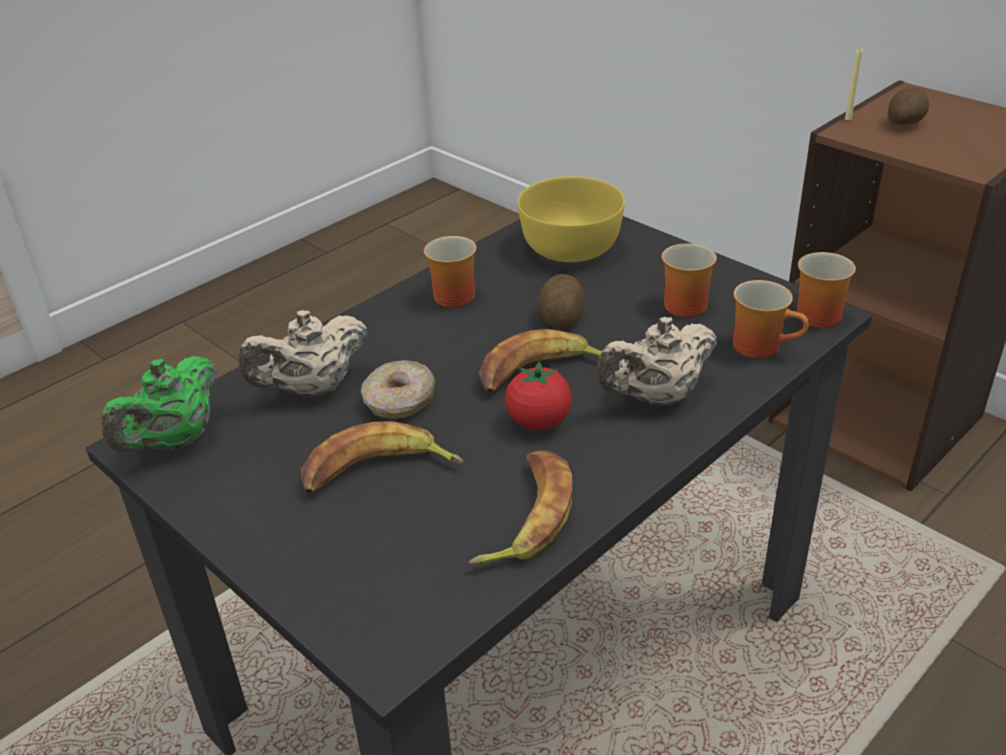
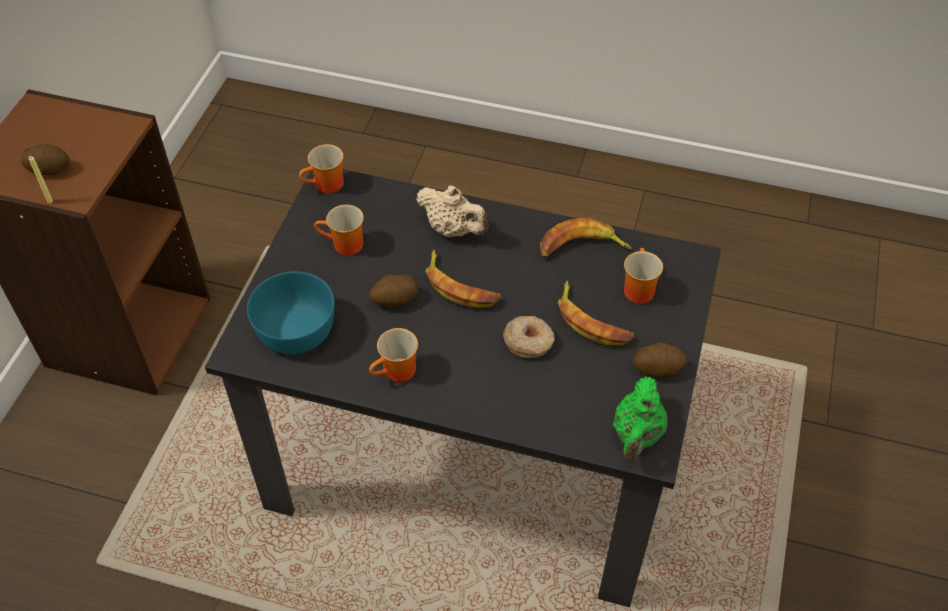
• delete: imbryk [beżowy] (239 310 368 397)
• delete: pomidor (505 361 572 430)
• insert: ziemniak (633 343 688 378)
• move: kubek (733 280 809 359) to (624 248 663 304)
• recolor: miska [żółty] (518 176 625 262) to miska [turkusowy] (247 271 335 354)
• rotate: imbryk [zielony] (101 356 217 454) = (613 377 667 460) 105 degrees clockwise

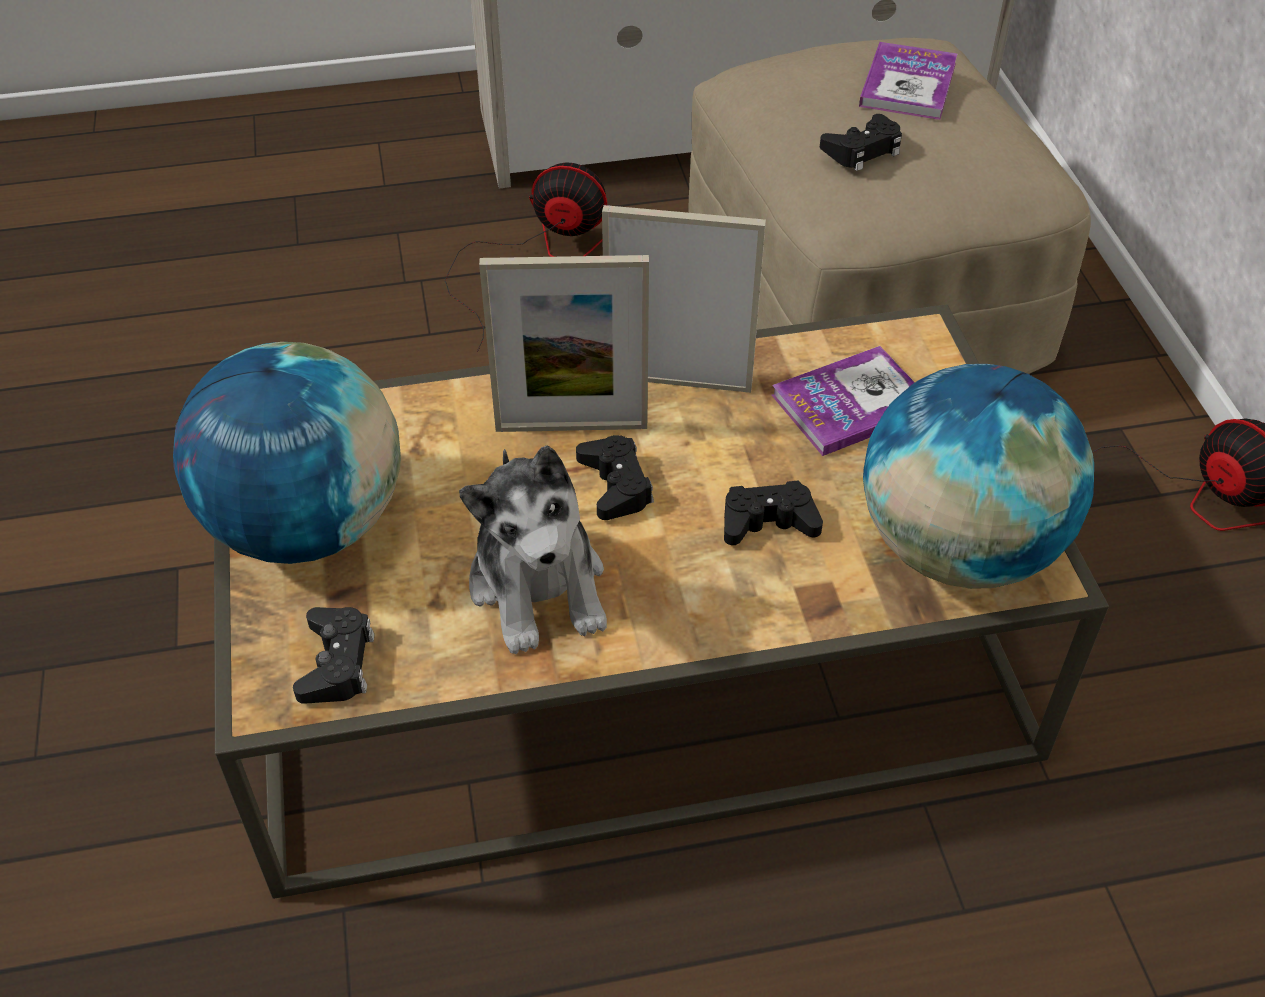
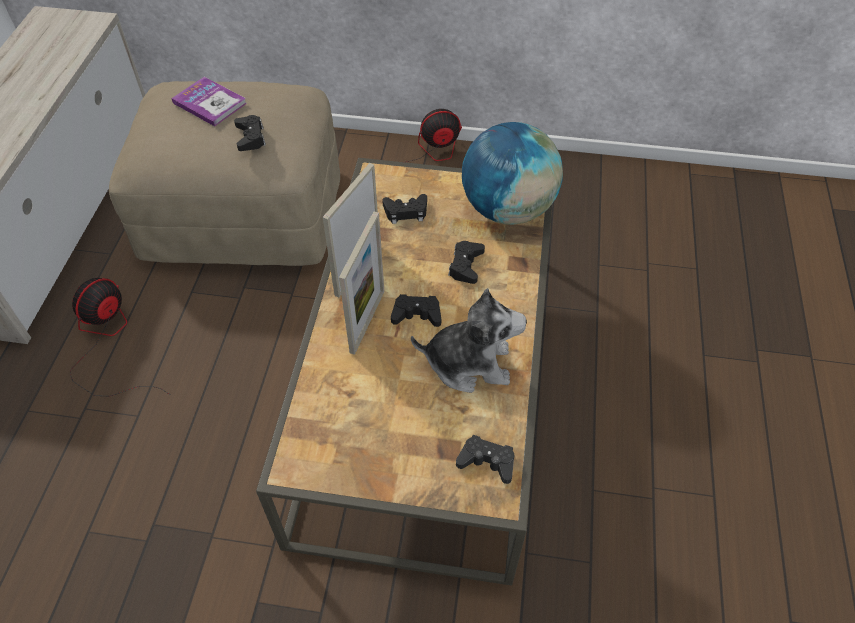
• delete: globus (173 342 401 564)
• replace: książka (772 346 915 456) to pad do gier [czarny] (382 194 427 224)

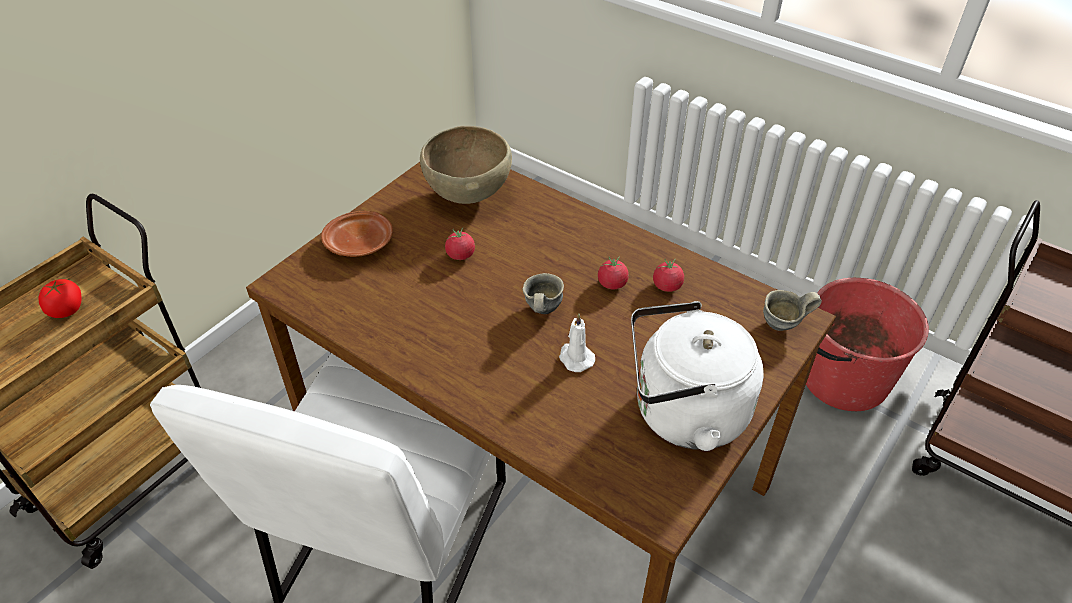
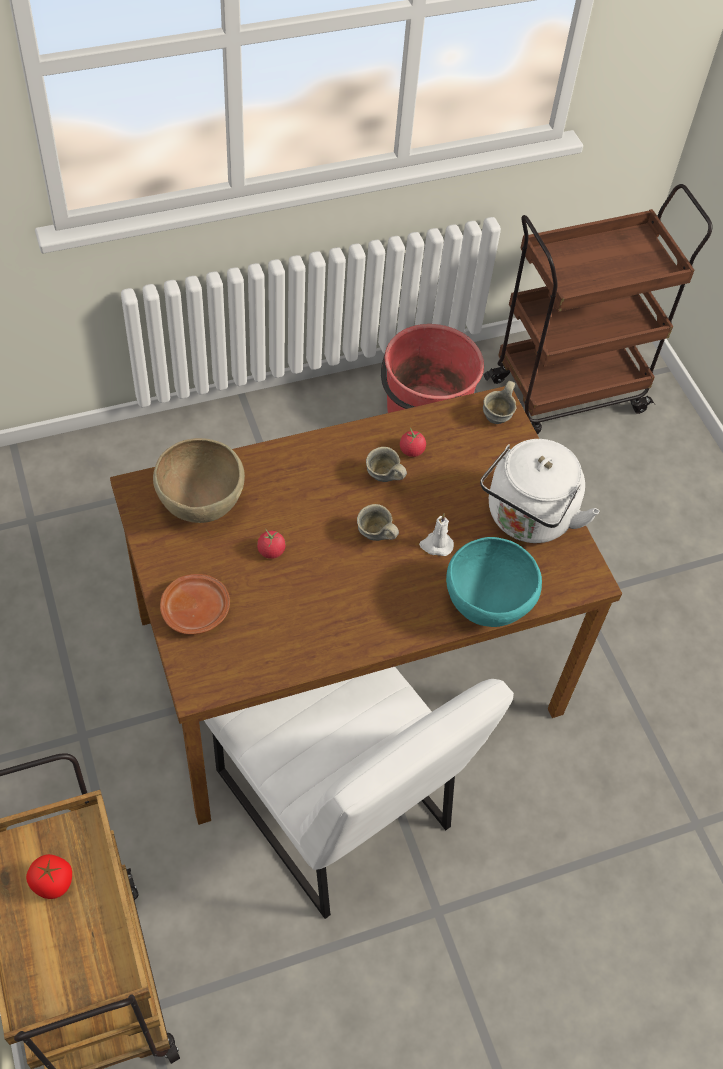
• insert: miska [turkusowy] (446 537 542 627)
• replace: pomidor (598 256 629 289) to kubek [szary] (366 447 407 482)

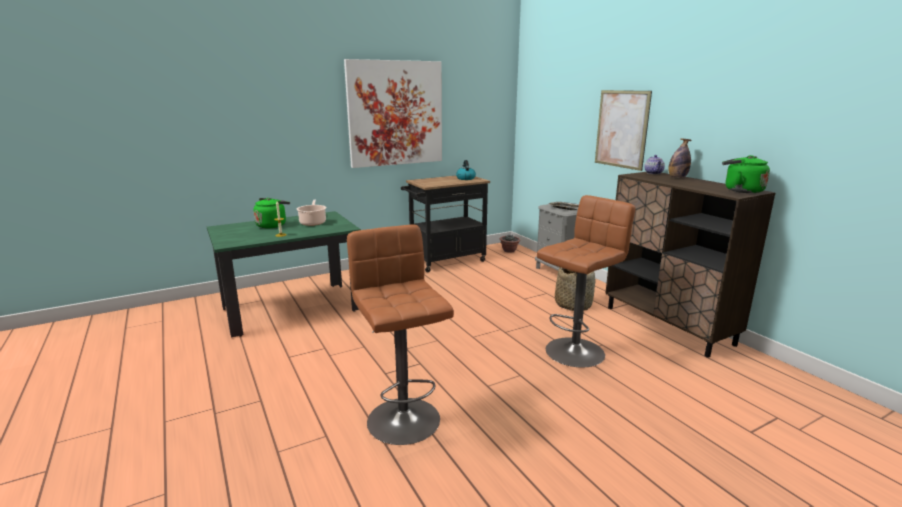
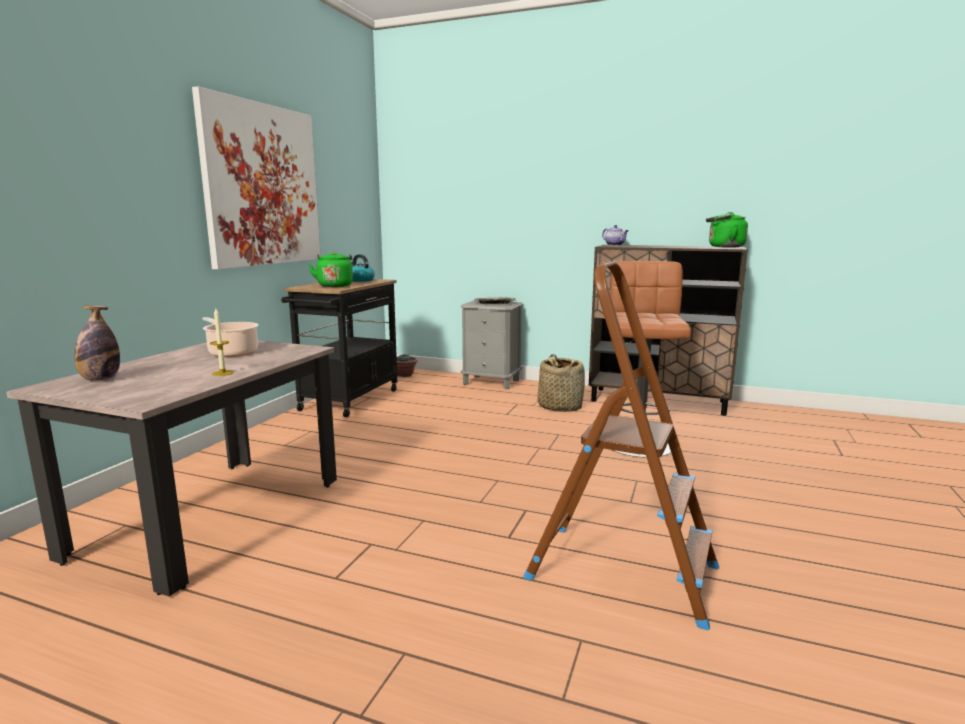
• delete: obraz (595 90 652 171)
• move: czajnik [zielony] (253 198 290 228) to (308 252 353 287)
• move: butelka (668 138 692 178) to (75 306 120 381)
• replace: stołek [brązowy] (347 224 454 445) to drabinka [brązowy] (523 261 719 630)
• recolor: stół jadalny [zielony] (207 211 361 337) to stół jadalny [beżowy] (6 340 337 597)

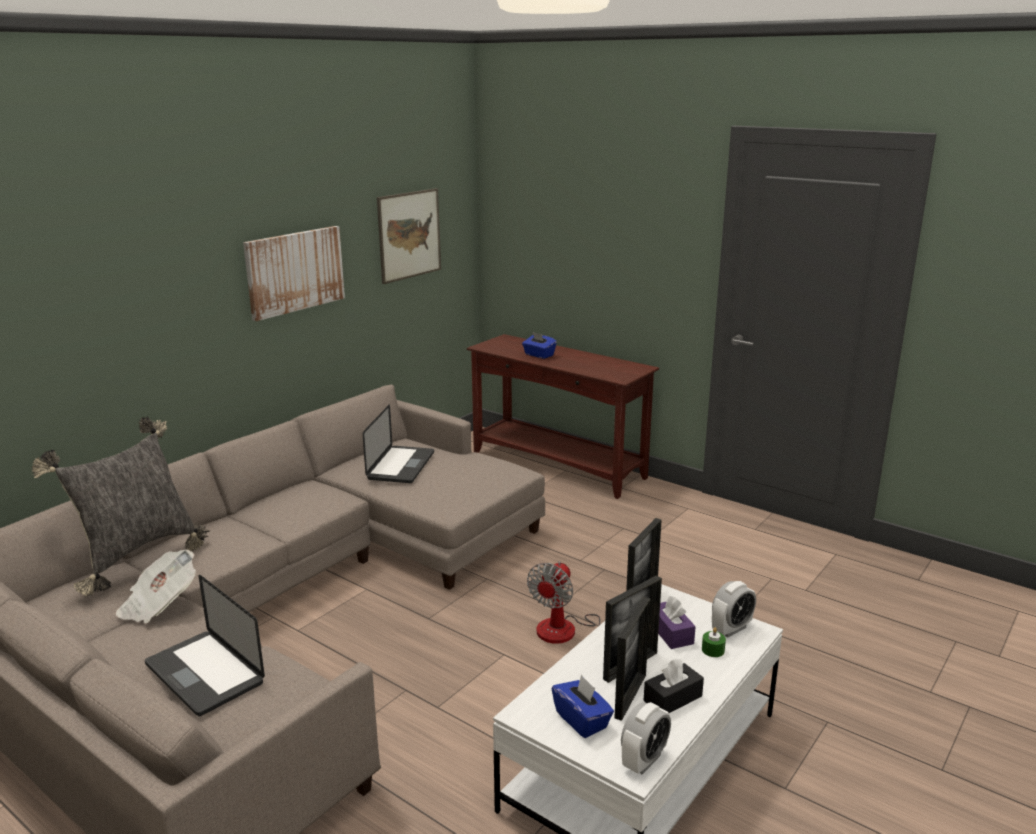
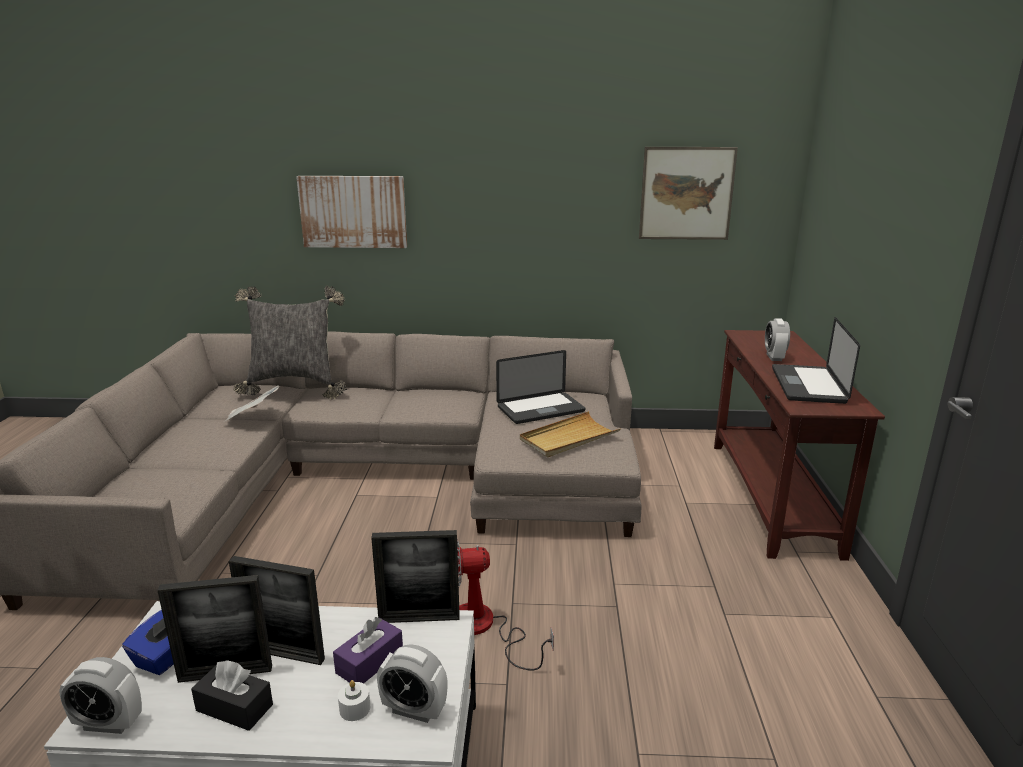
• insert: taca [beżowy] (520 411 621 457)
• move: laptop (145 575 265 716) to (772 317 860 404)
• move: obraz (243 226 345 321) to (296 176 407 248)
• replace: pudełko chusteczek [niebieski] (522 332 557 359) to budzik (765 318 790 361)
• recolor: świeca [zielony] (702 627 726 657) to świeca [biały] (338 680 370 721)

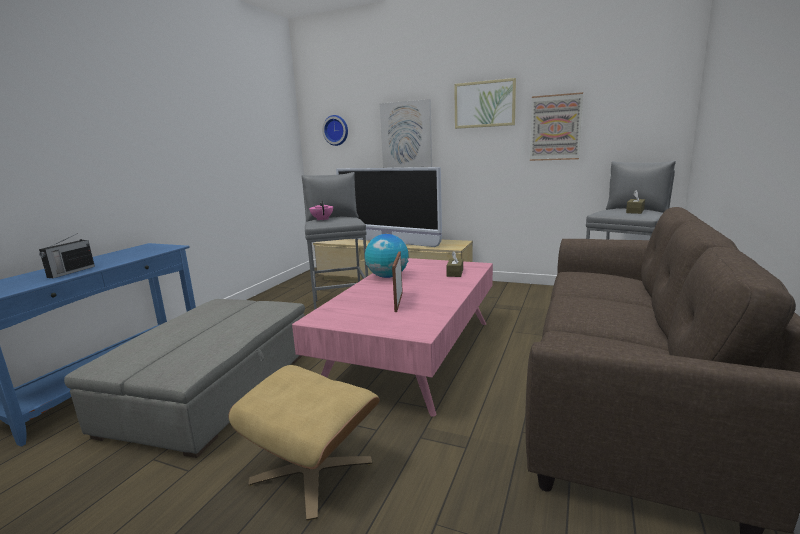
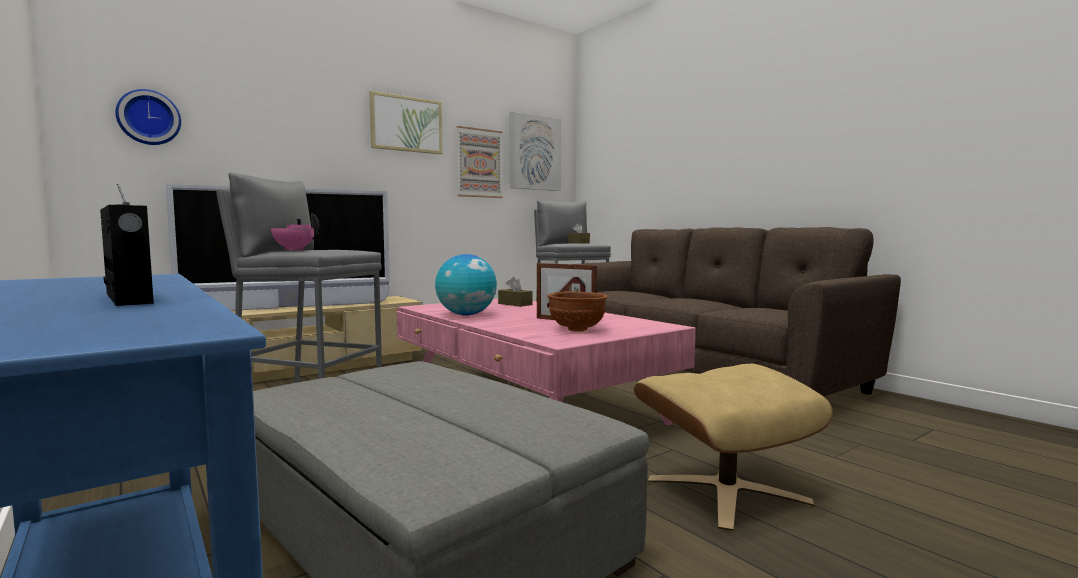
• insert: miska [brązowy] (547 292 608 332)
• move: obraz (380 99 432 168) to (510 112 561 191)

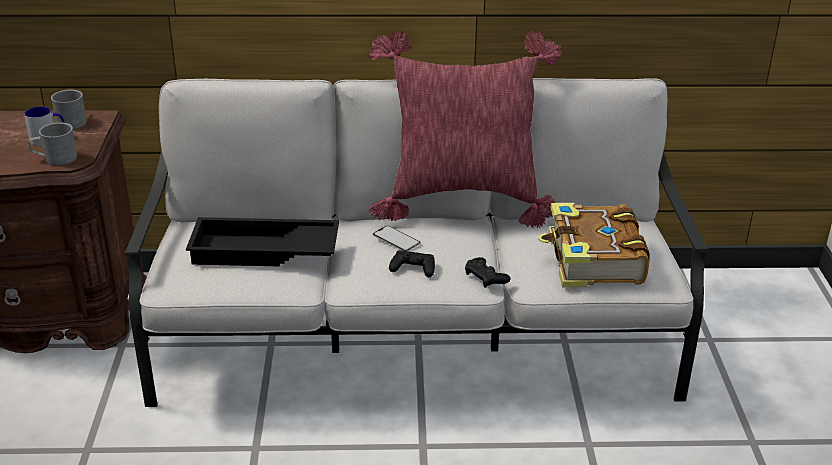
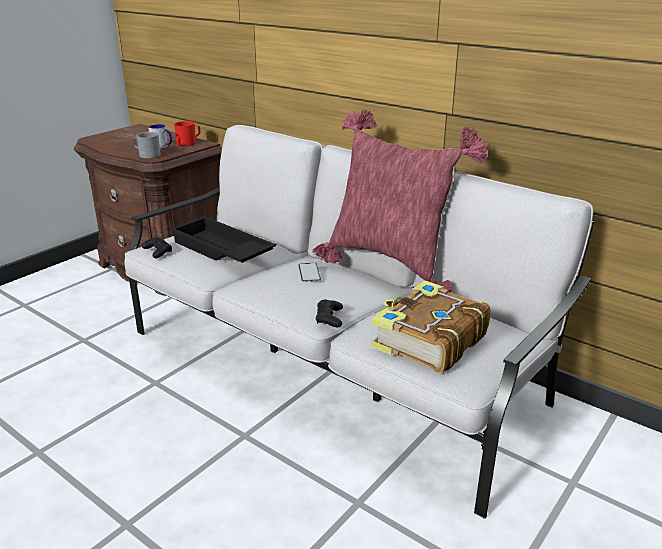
• move: pad do gier [czarny] (389 250 435 277) to (142 237 172 258)
• recolor: kubek [szary] (51 90 87 129) to kubek [czerwony] (174 121 200 146)

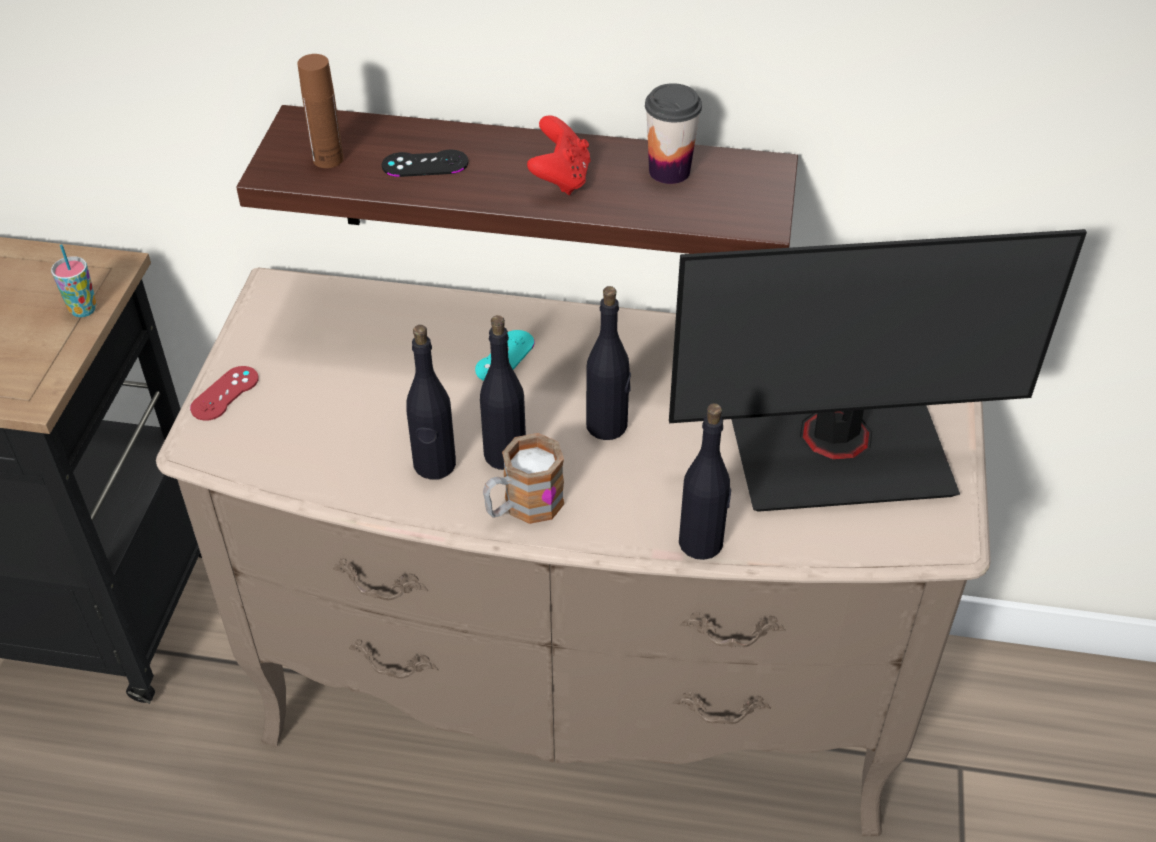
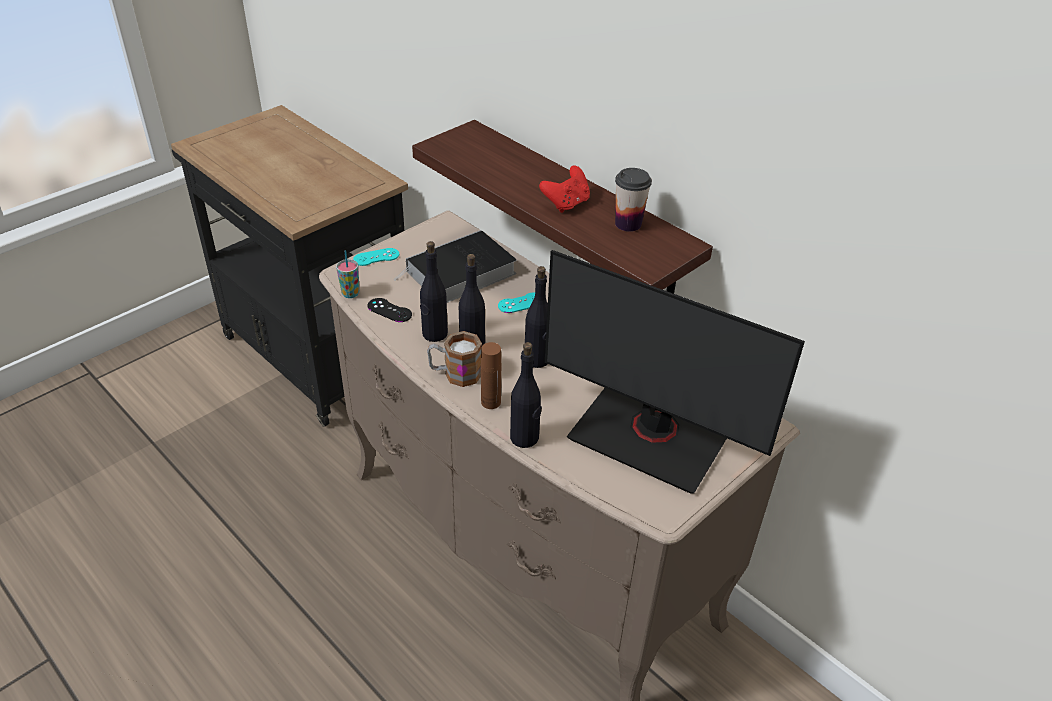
• insert: książka (394 230 516 303)
• move: filiżanka (51 244 96 317) to (336 250 359 298)
• move: butelka [brązowy] (297 54 344 168) to (481 342 501 409)
• move: pad do gier [czarny] (382 149 469 177) to (367 298 412 322)
• recolor: pad do gier [czerwony] (190 366 259 421) to pad do gier [turkusowy] (353 248 399 266)

